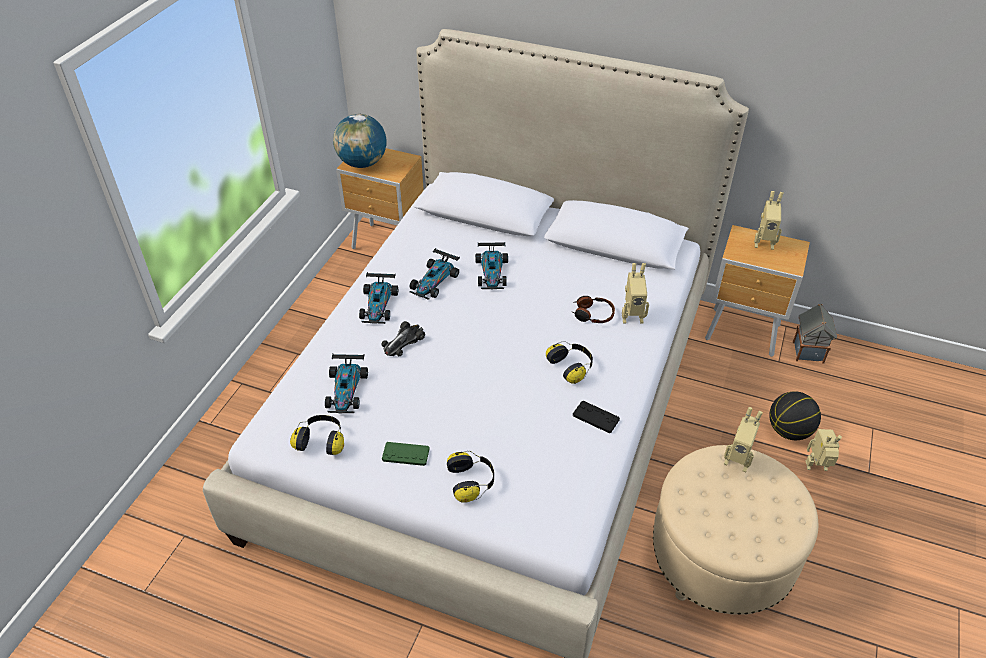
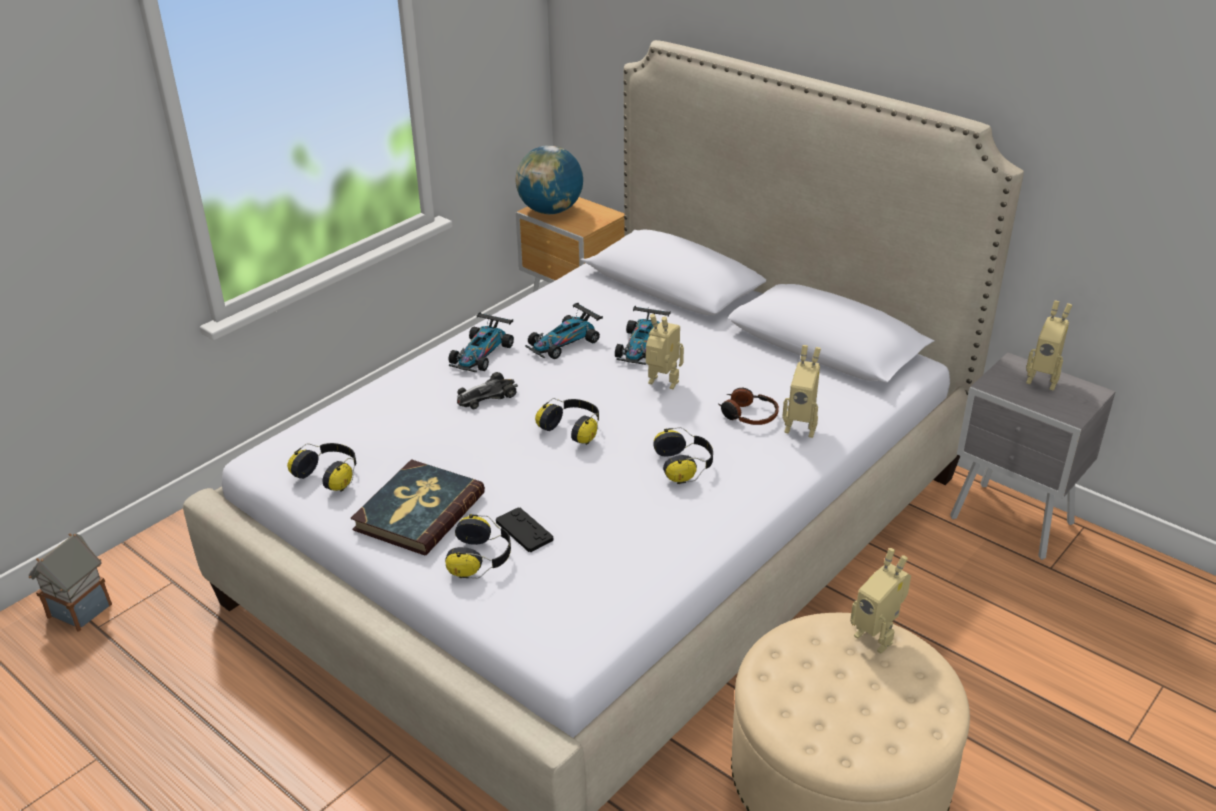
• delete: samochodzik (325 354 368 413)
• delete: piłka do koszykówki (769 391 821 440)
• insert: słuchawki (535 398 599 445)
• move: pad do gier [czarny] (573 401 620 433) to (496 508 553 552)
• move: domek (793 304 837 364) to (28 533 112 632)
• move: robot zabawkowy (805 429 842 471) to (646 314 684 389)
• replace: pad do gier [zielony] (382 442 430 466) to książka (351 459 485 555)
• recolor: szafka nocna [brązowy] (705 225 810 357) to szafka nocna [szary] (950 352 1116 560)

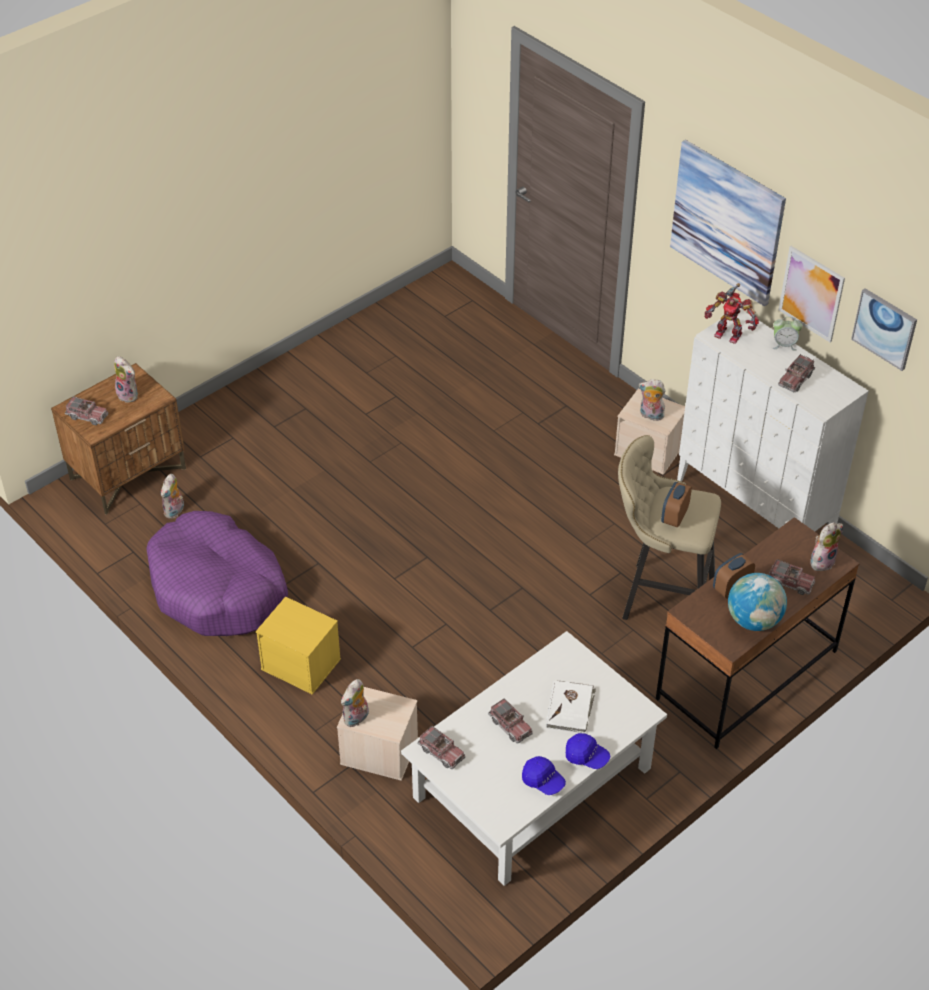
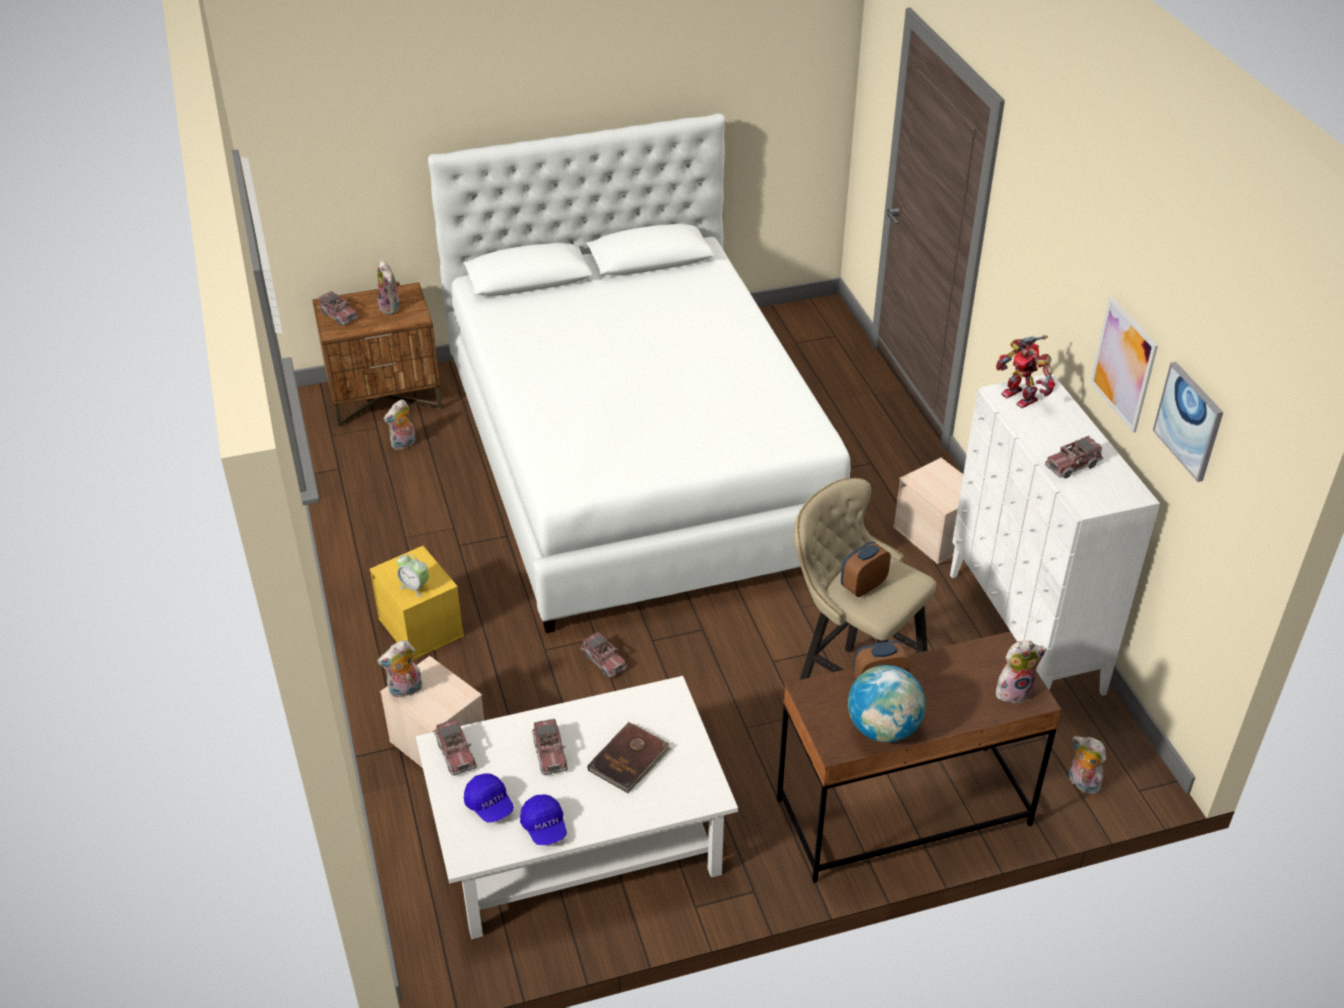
• delete: legowisko [fioletowy] (146 511 288 636)
• delete: obraz (670 140 786 306)
• insert: łóżko [biały] (428 113 851 633)
• move: czapka z daszkiem [niebieski] (566 733 610 769) to (464 773 514 822)
• move: pluszak (639 379 666 421) to (1069 736 1106 795)
• move: ciężarówka zabawkowa (768 559 815 595) to (581 632 627 677)
• move: budzik (773 317 802 350) to (397 554 429 597)
• recolor: książka [biały] (546 680 596 734) to książka [brązowy] (588 722 672 793)

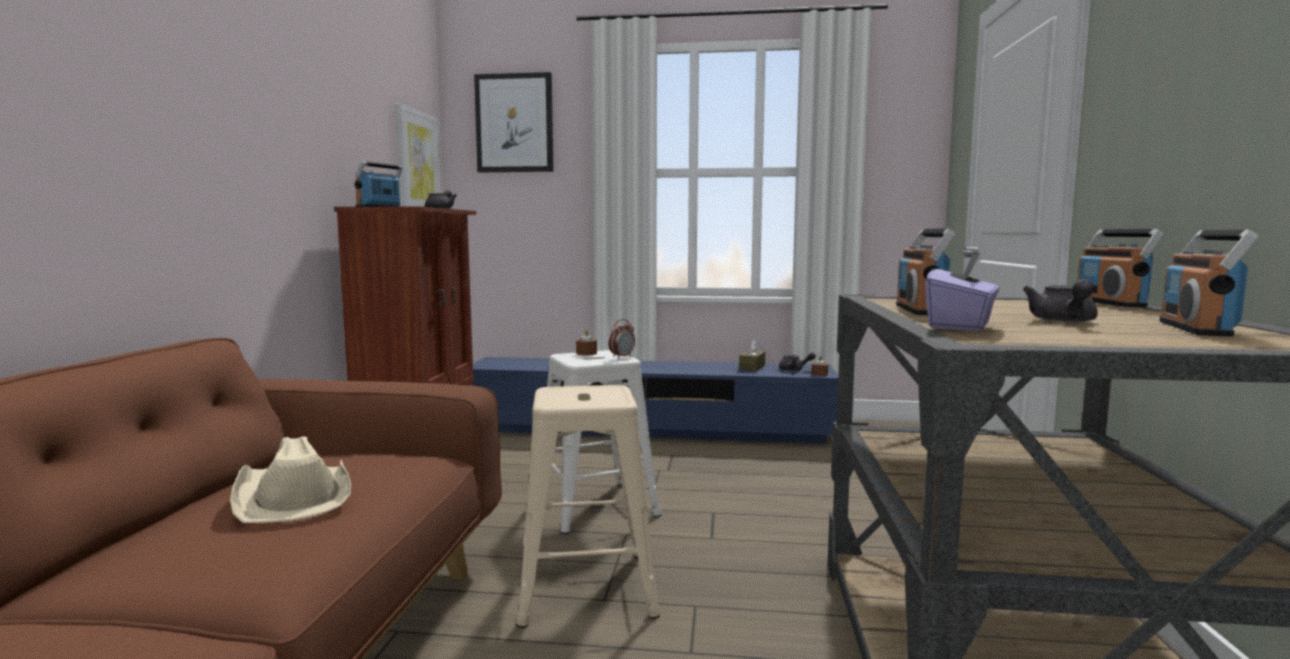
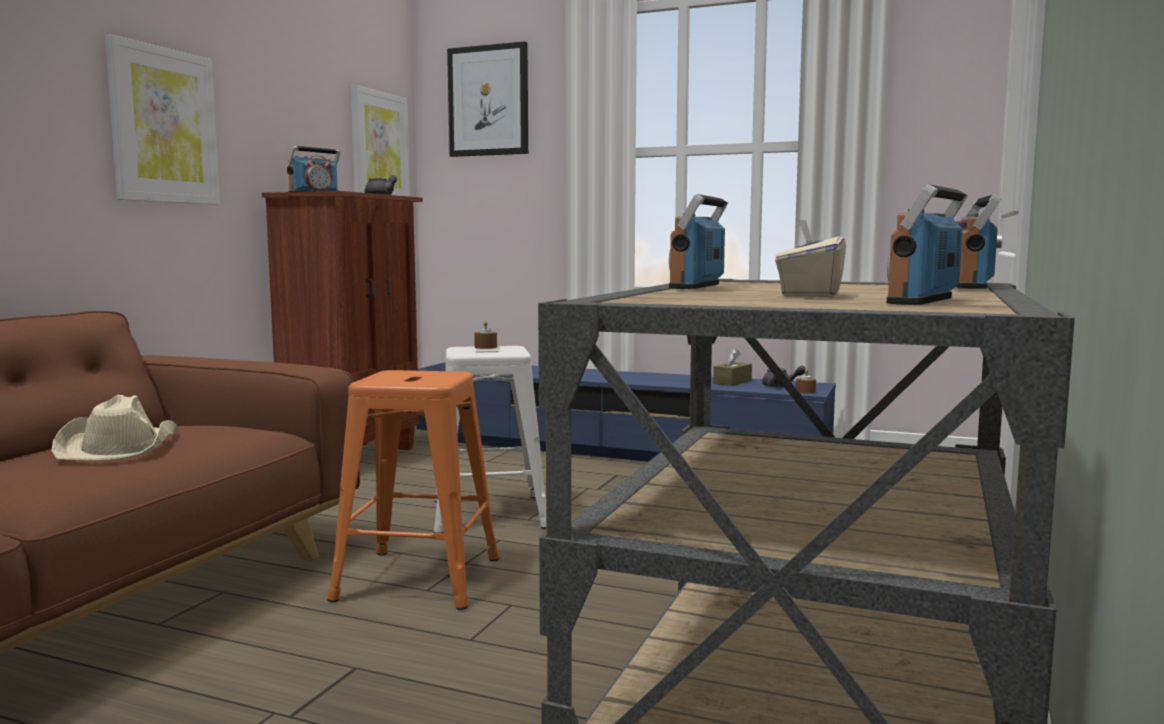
• delete: pudełko chusteczek [fioletowy] (925 253 999 331)
• insert: obraz (105 34 220 205)
• move: budzik (609 319 635 359) to (304 155 332 191)
• replace: imbryk [szary] (1023 279 1098 323) to pudełko chusteczek [beżowy] (775 219 846 298)
• recolor: stołek [beżowy] (516 385 660 628) to stołek [pomarańczowy] (327 370 500 610)

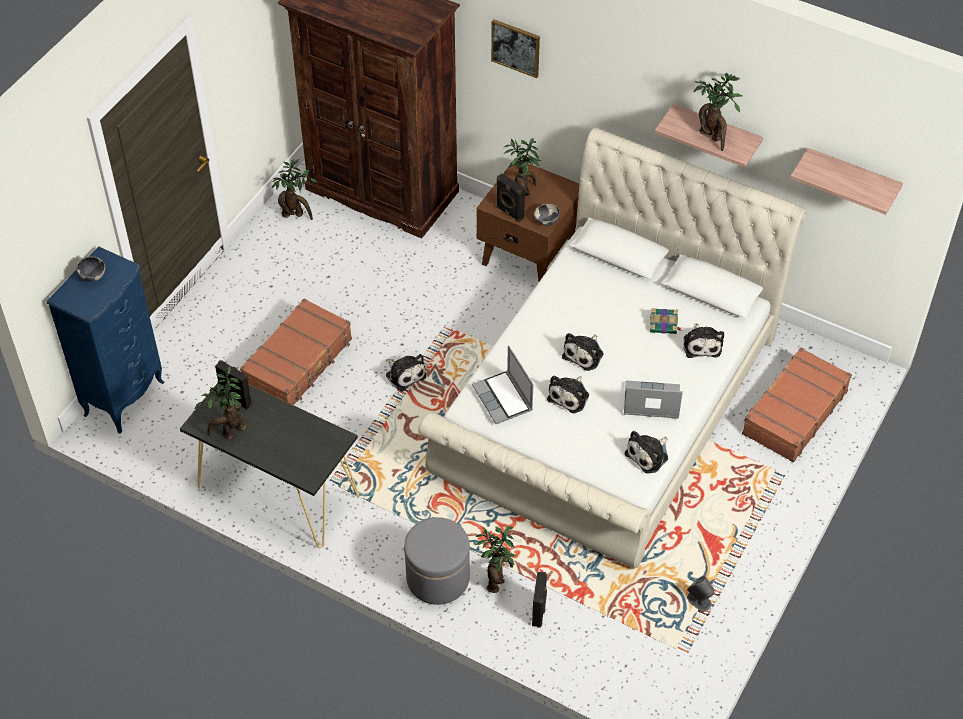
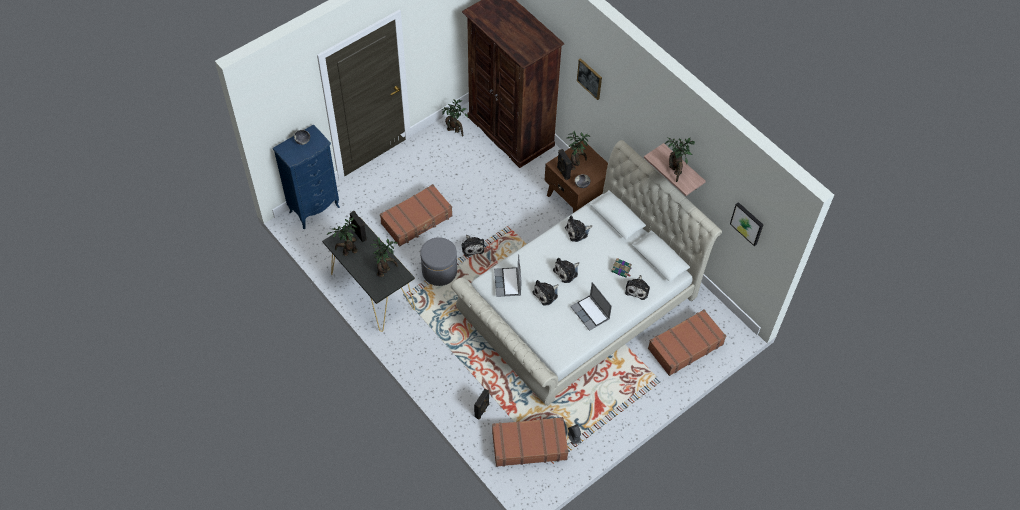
• insert: walizka [brązowy] (492 417 568 467)
• move: pufa [szary] (404 517 470 605) to (420 237 457 286)
• move: roślina doniczkowa (475 526 516 593) to (371 237 398 277)
• move: pluszak (625 431 668 474) to (565 216 592 242)
• replace: półka (790 148 903 215) to obraz (730 202 763 246)
• rotate: laptop (624 380 683 418) = (570 282 612 331) 150 degrees counterclockwise

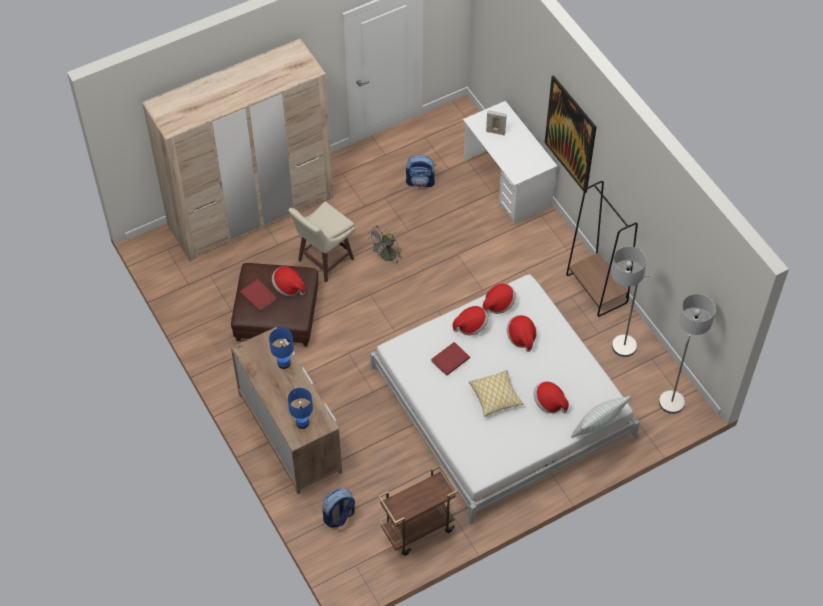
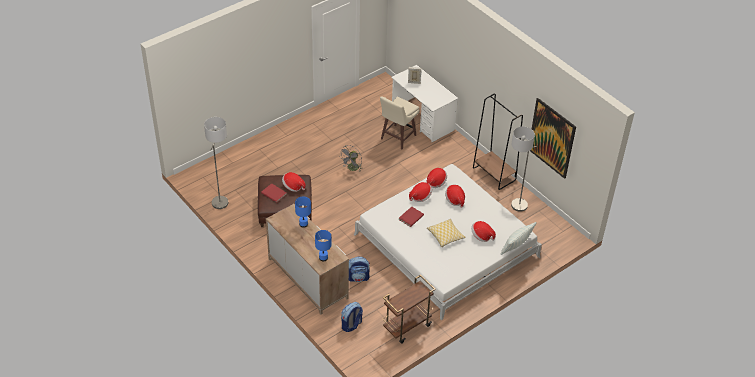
• delete: szafa [beżowy] (142 38 334 261)
• move: stołek [beżowy] (288 201 355 282) to (380 96 419 149)
• move: plecak (406 155 436 188) to (349 257 370 282)
• move: obraz (545 75 597 192) to (530 98 576 179)
• move: lampa stojąca [szary] (659 294 716 414) to (204 117 228 209)

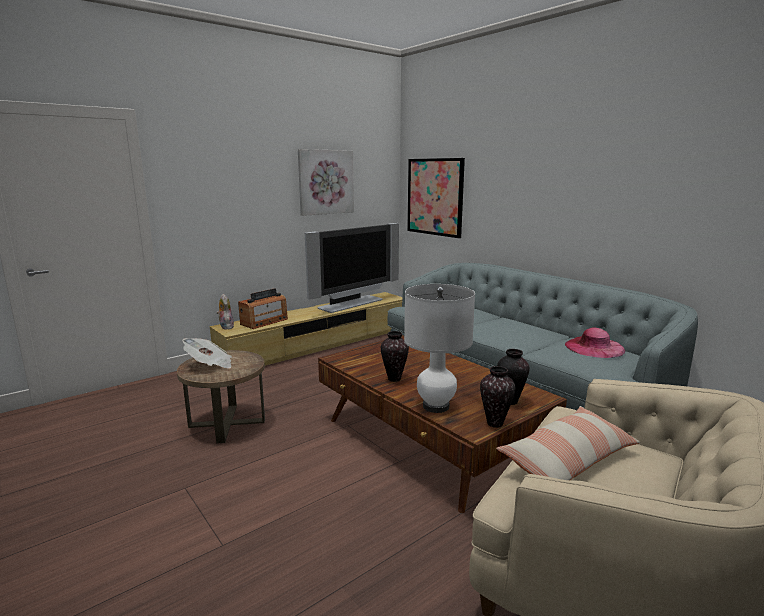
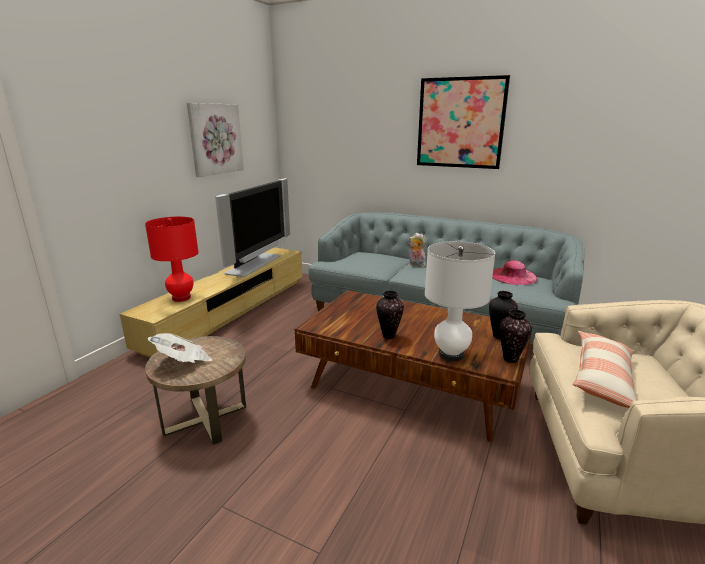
• move: pluszak (217 294 234 329) to (408 233 427 267)
• move: obraz (407 158 465 238) to (417 75 510 169)
• replace: radio (238 288 288 329) to lampa stołowa [czerwony] (145 216 199 302)

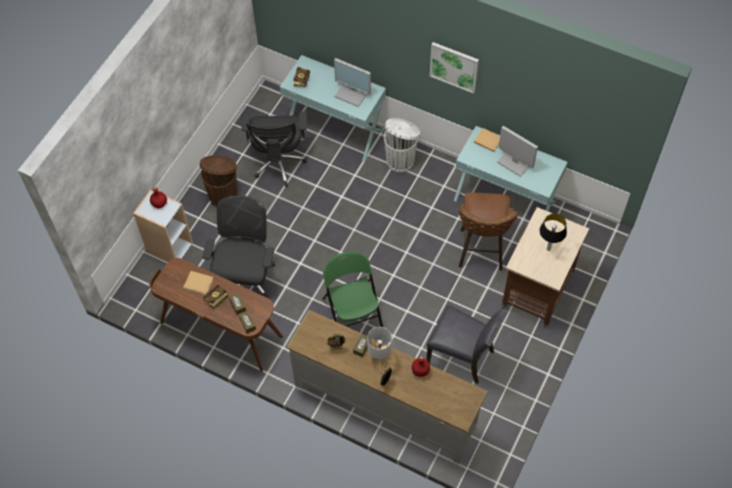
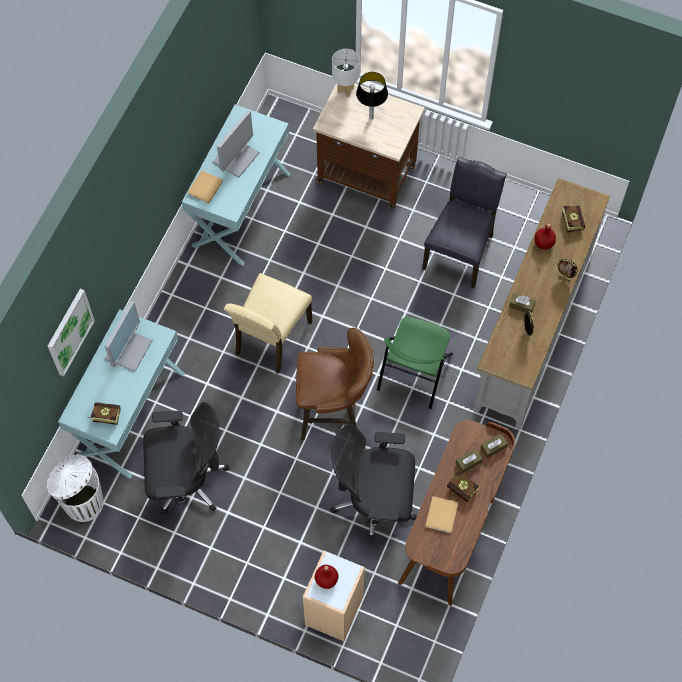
• delete: kosz na śmieci [brązowy] (200 155 238 207)
• insert: krzesło [beżowy] (224 273 312 374)
• insert: książka (562 206 585 233)
• move: lampa stołowa [biały] (367 327 392 365) to (332 49 360 97)
• move: kosz na śmieci [biały] (384 118 420 172) to (47 454 104 522)
• move: obraz (430 42 479 94) to (48 289 95 377)
• move: stołek [brązowy] (459 192 518 270) to (296 328 374 440)
• rotate: krzesło [zielony] (322 252 383 327) = (377 317 453 409) 45 degrees counterclockwise

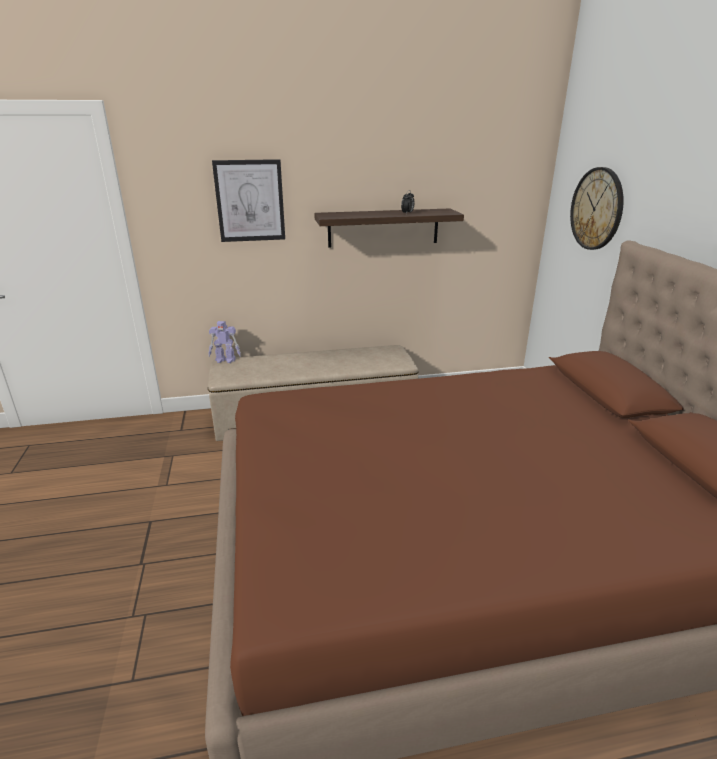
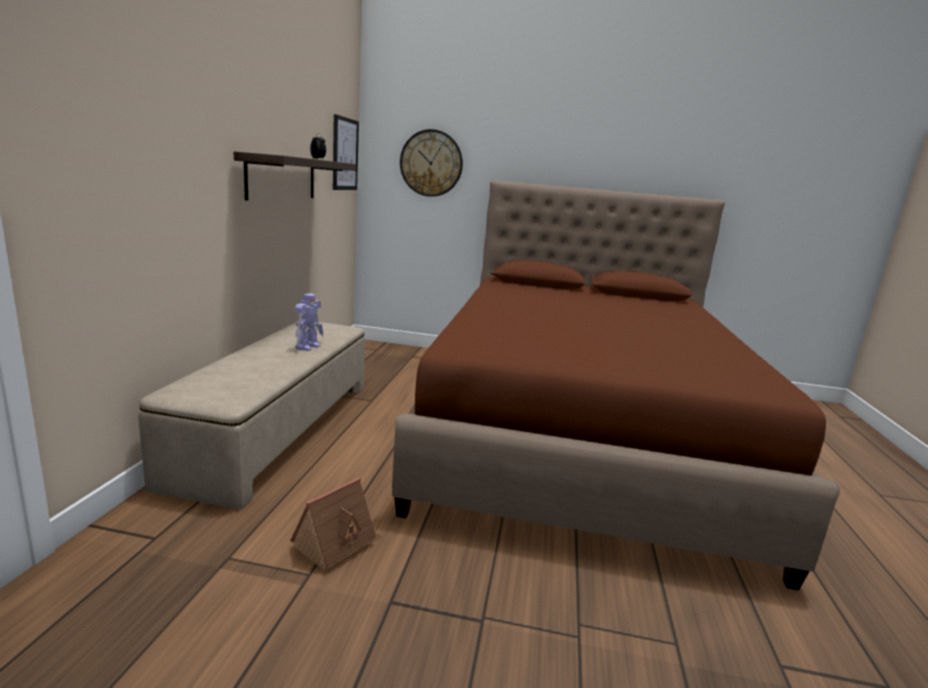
• insert: domek (290 477 382 571)
• move: robot zabawkowy (208 321 241 363) to (295 293 323 351)
• move: obraz (212 159 285 242) to (333 114 359 190)

